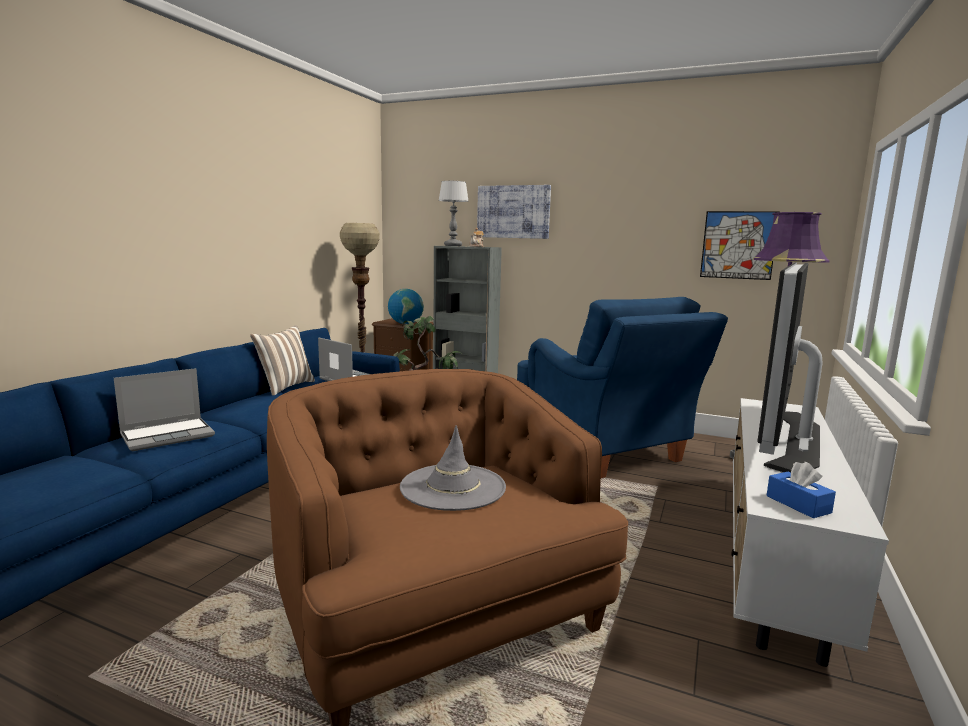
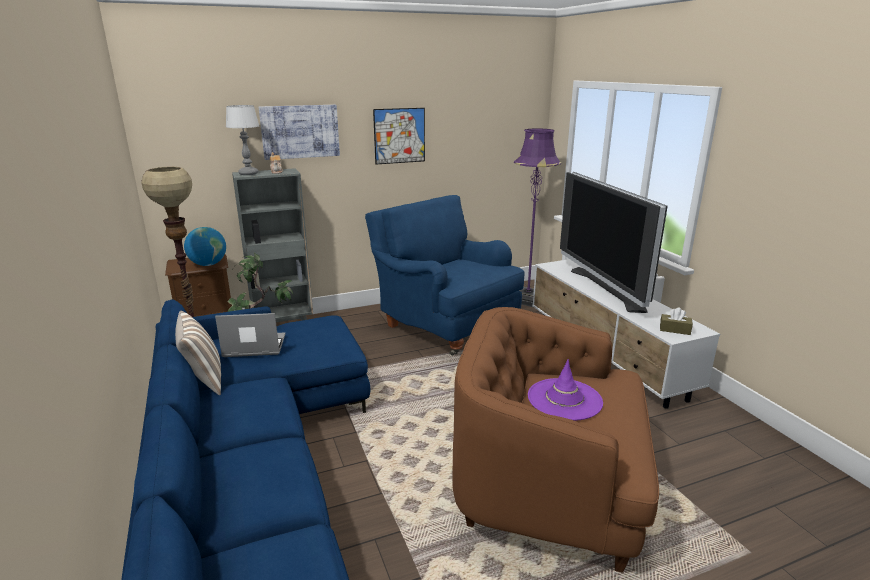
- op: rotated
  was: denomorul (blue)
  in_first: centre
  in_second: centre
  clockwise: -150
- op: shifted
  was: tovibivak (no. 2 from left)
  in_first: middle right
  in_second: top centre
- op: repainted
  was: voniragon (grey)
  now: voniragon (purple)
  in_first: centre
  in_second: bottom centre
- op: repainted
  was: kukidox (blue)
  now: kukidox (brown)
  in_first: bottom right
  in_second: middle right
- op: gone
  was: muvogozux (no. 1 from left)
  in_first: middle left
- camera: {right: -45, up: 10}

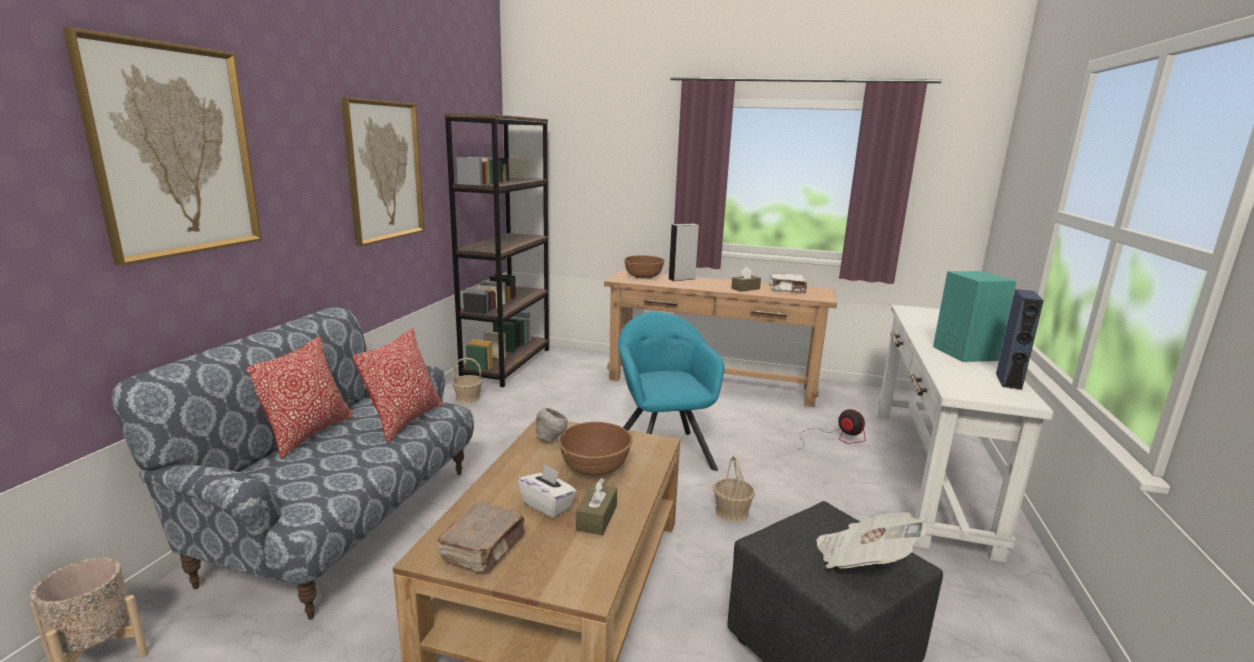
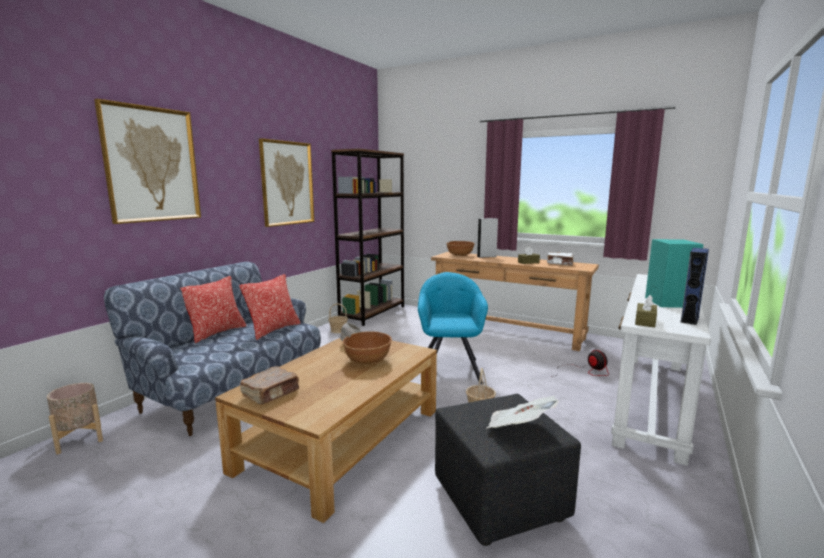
- op: shifted
  was: kukidox (brown) (no. 1 from left in the first image)
  now: kukidox (brown) (no. 2 from left)
  in_first: bottom centre
  in_second: middle right
- op: gone
  was: kukidox (white)
  in_first: bottom centre
- camera: {right: 15, up: -5}

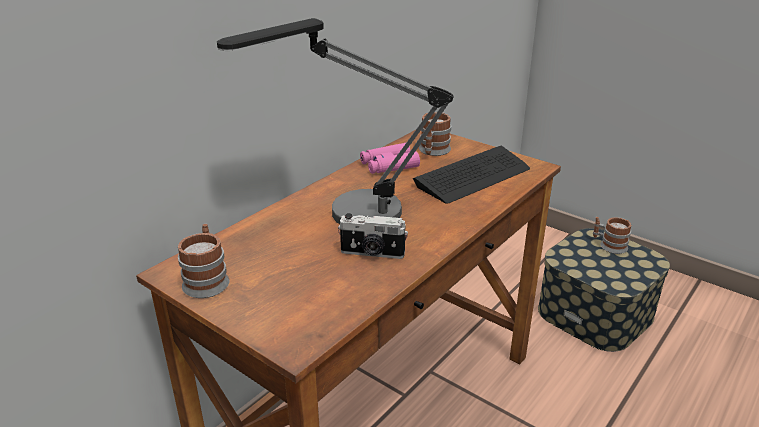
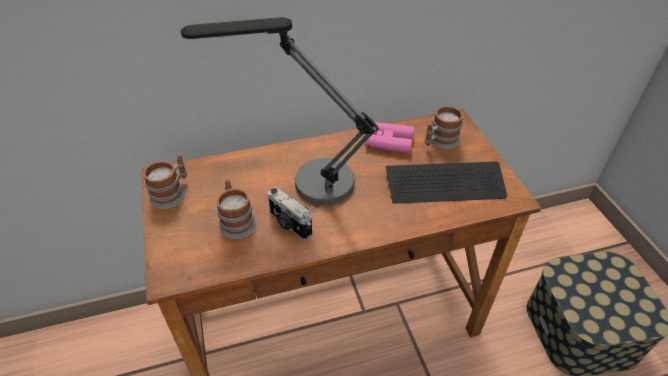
- op: shifted
  was: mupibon (no. 3 from left in the first image)
  now: mupibon (no. 2 from left)
  in_first: middle right
  in_second: centre
- camera: {right: 35, up: 15}

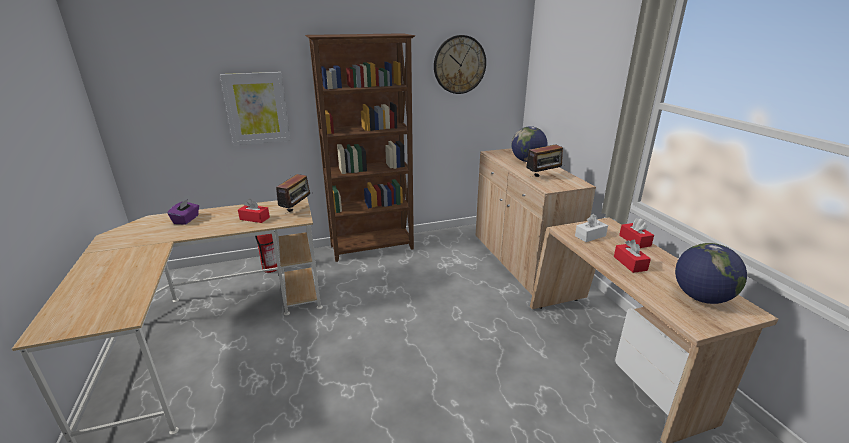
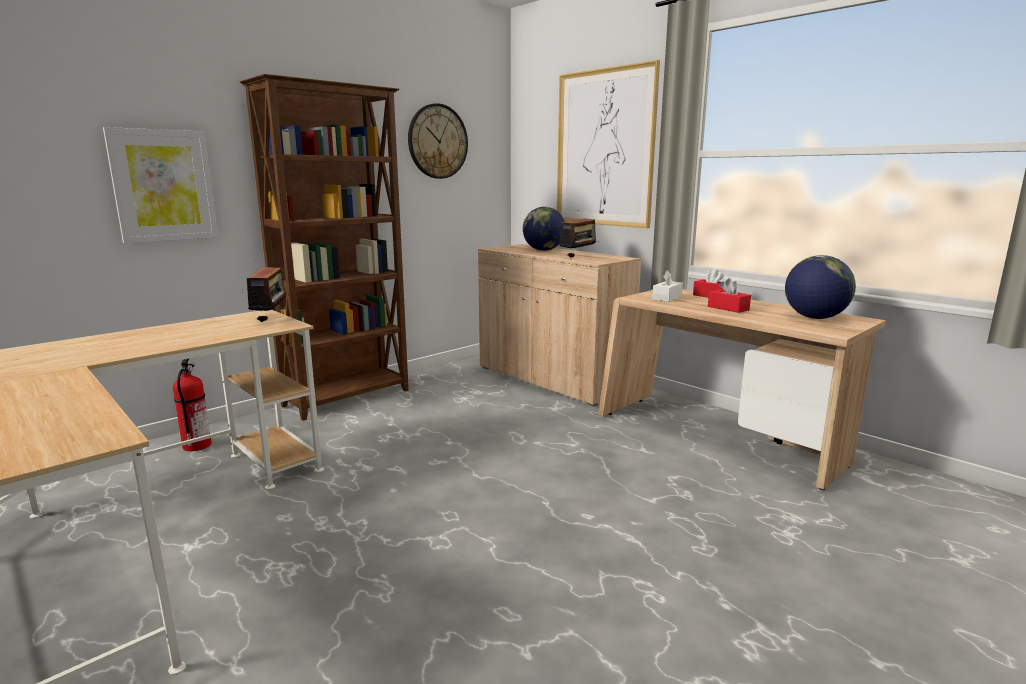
- op: new
  now: tovibivak (no. 2 from left)
  in_second: top centre
- op: gone
  was: kukidox (purple)
  in_first: middle left
- op: gone
  was: kukidox (red) (no. 1 from left)
  in_first: middle left
- camera: {right: -25, up: -10}

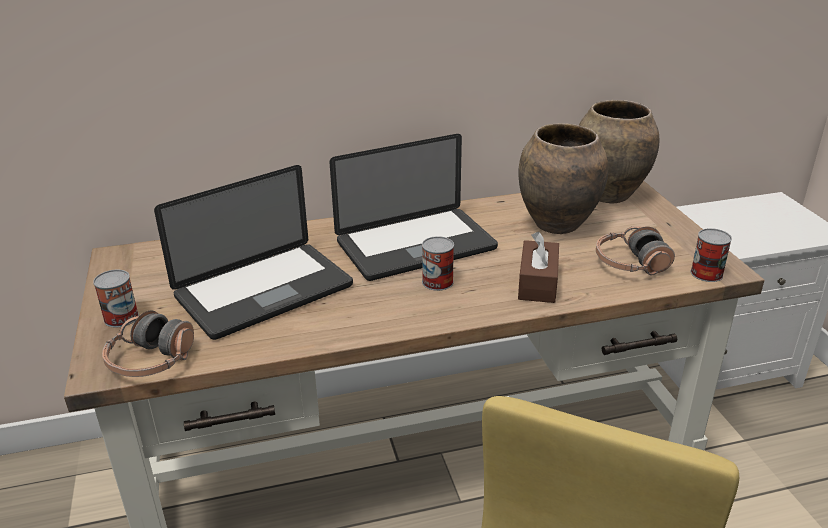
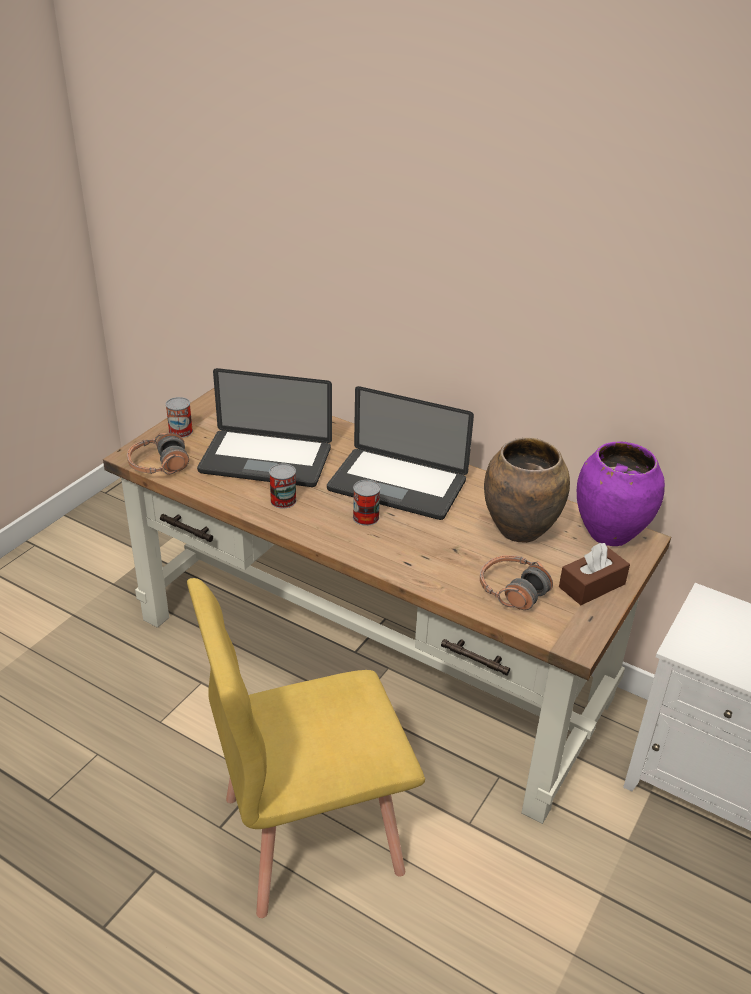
- op: shifted
  was: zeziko (no. 3 from left in the first image)
  now: zeziko (no. 2 from left)
  in_first: middle right
  in_second: centre
- op: shifted
  was: kukidox (brown)
  in_first: centre
  in_second: middle right
- op: repainted
  was: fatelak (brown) (no. 2 from left)
  now: fatelak (purple)
  in_first: top right
  in_second: middle right
- camera: {right: 45, up: 5}

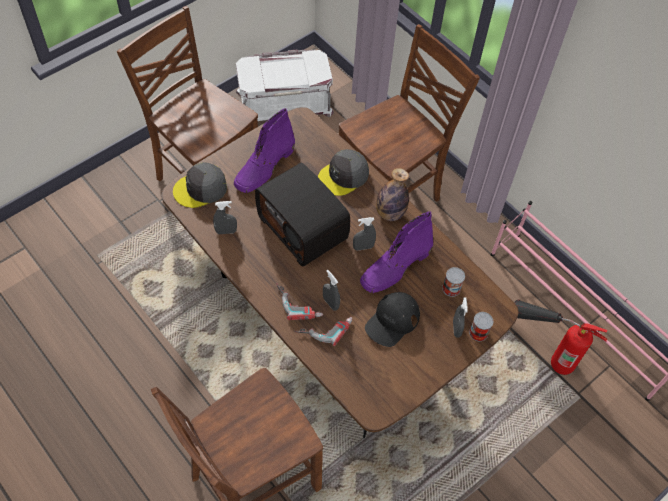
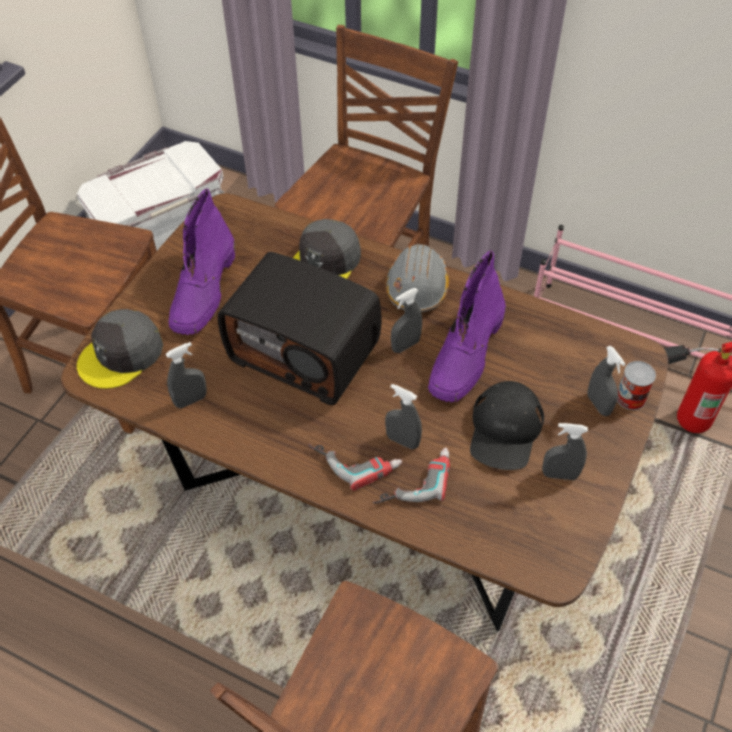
- op: swapped
  was: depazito
  now: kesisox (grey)
  in_first: centre
  in_second: centre
- op: new
  now: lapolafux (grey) (no. 4 from left)
  in_second: middle right
- op: gone
  was: zeziko (no. 1 from left)
  in_first: middle right
- camera: {right: -20, up: -5}

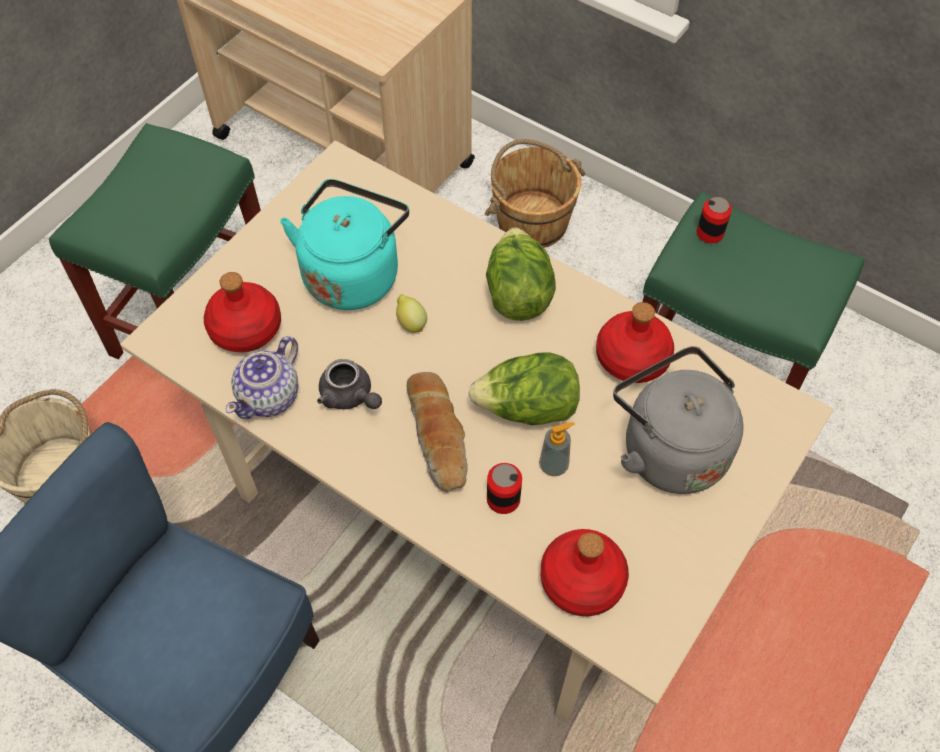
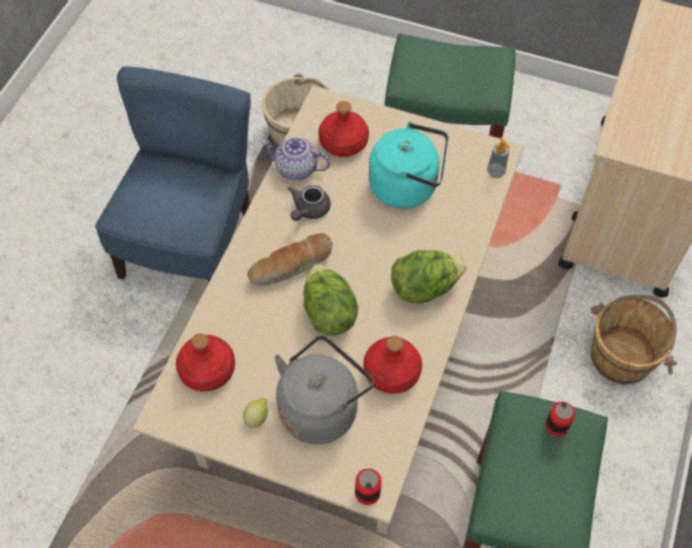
- op: shifted
  was: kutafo
  in_first: centre
  in_second: bottom centre
- op: shifted
  was: zeziko (no. 1 from left)
  in_first: centre
  in_second: bottom centre
- op: shifted
  was: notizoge
  in_first: centre
  in_second: top right
- camera: {right: 75, up: 0}

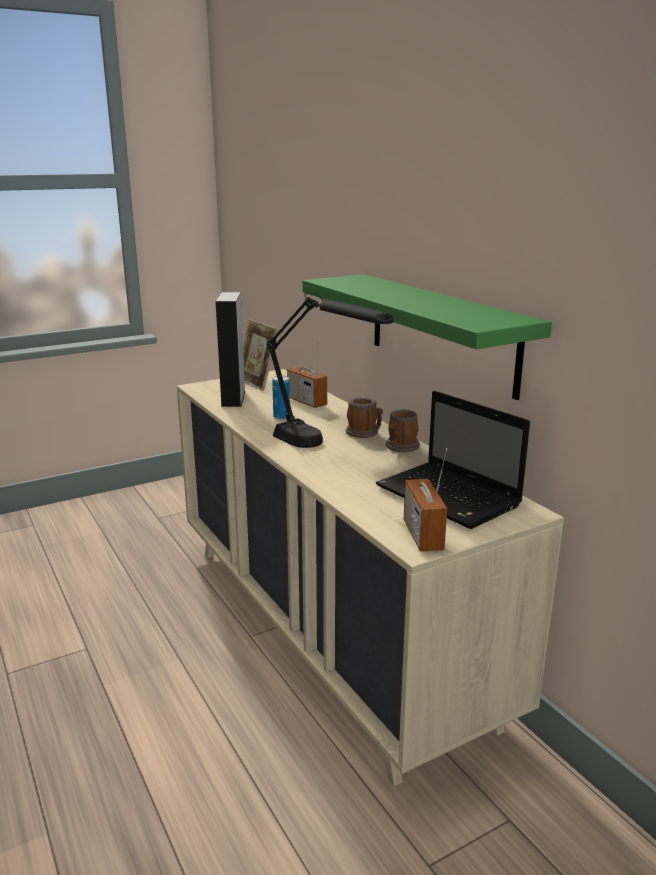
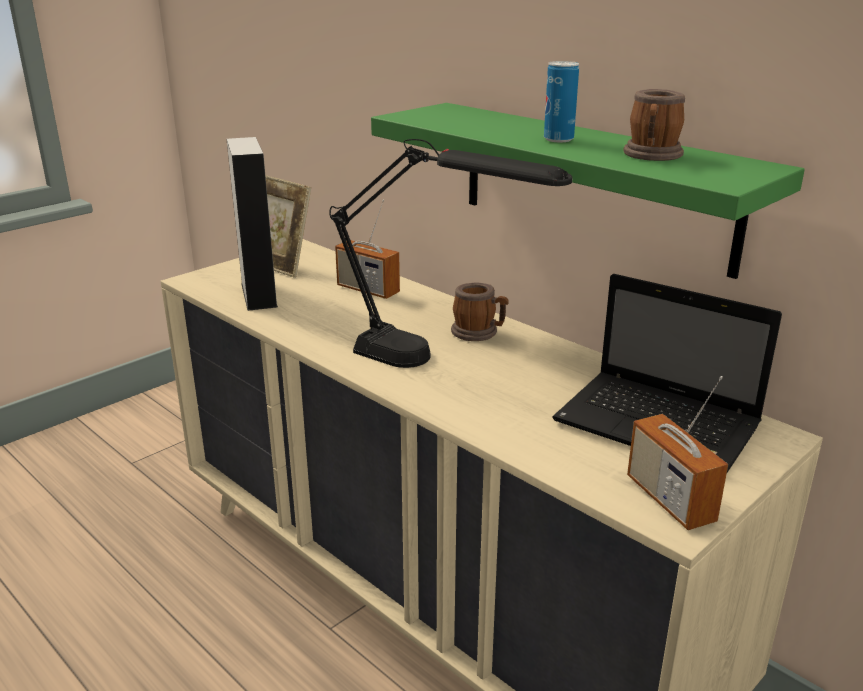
- op: shifted
  was: zeziko
  in_first: centre
  in_second: top centre
- op: shifted
  was: mupibon (no. 2 from left)
  in_first: centre
  in_second: top right
- camera: {right: -15, up: 5}

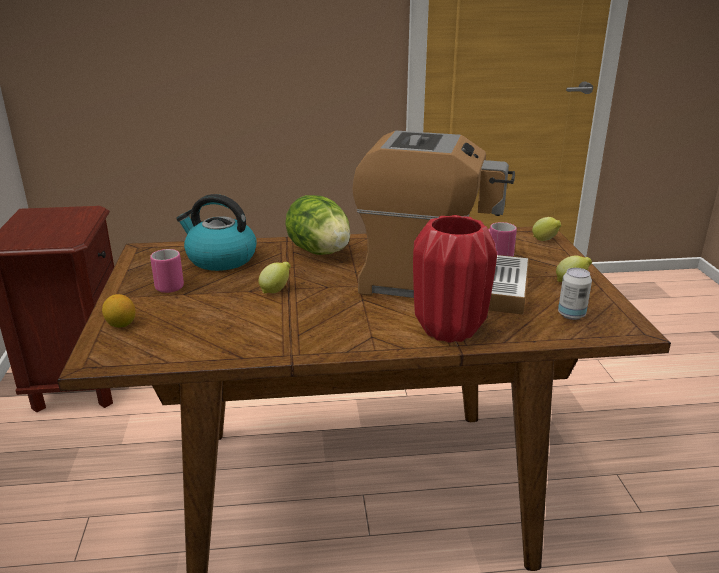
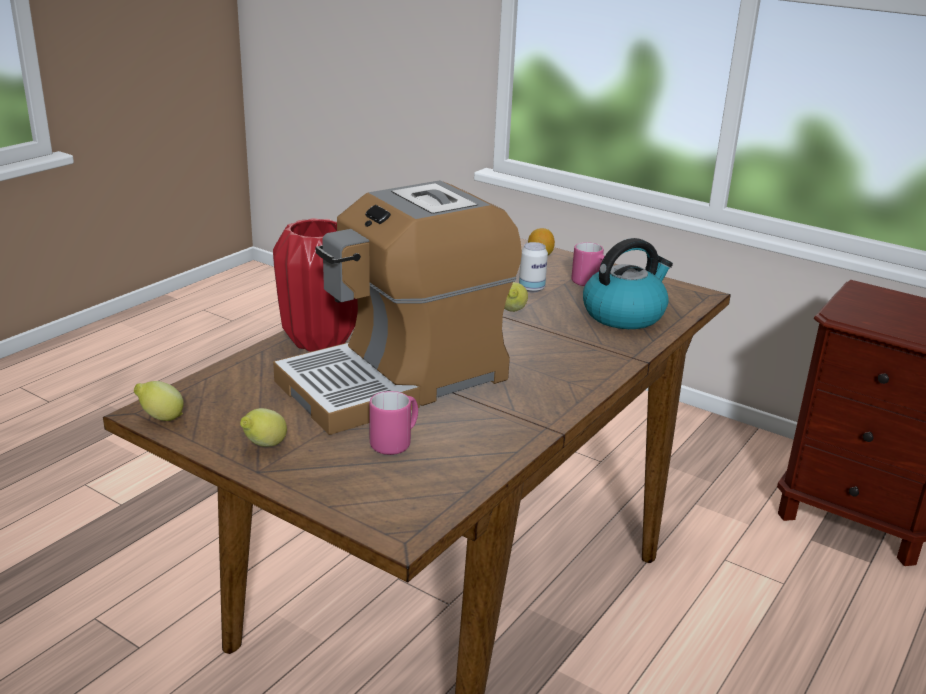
- op: shifted
  was: kutafo (no. 3 from left in the first image)
  now: kutafo (no. 1 from left)
  in_first: middle right
  in_second: middle left
- op: shifted
  was: zeziko
  in_first: middle right
  in_second: centre
- op: gone
  was: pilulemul
  in_first: centre
- camera: {right: 130, up: 0}

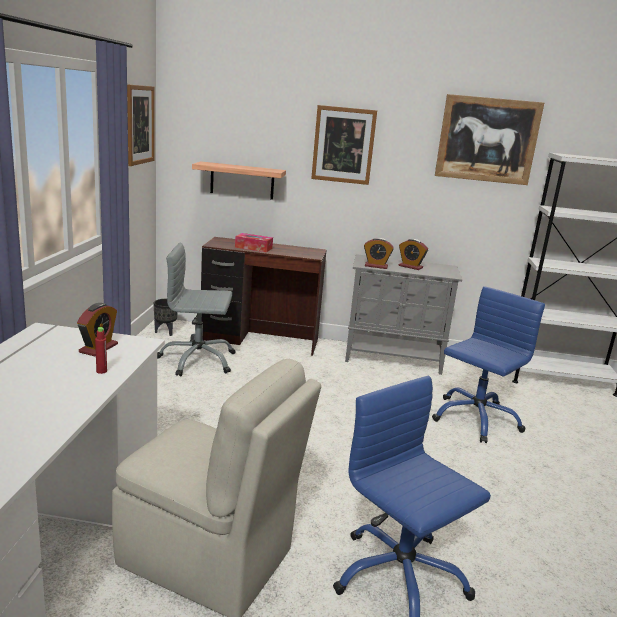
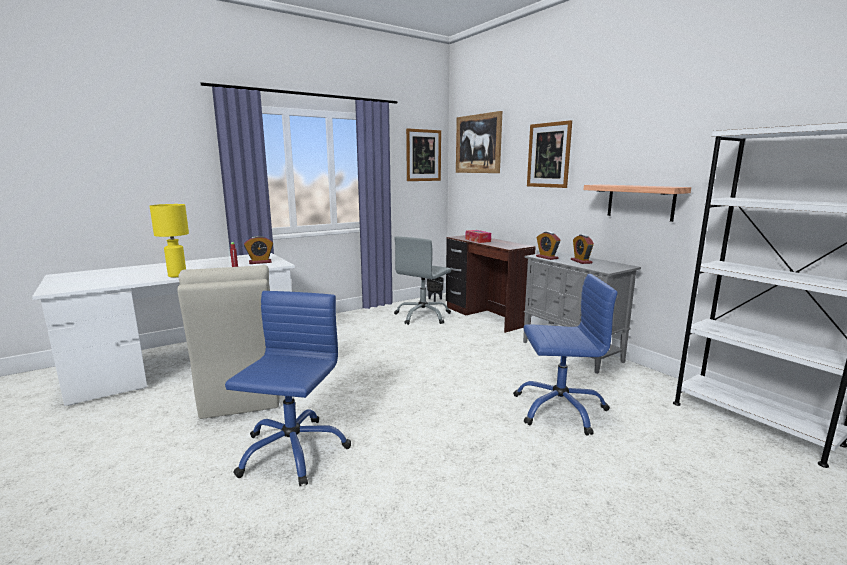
- op: new
  now: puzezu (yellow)
  in_second: middle left
- op: rotated
  was: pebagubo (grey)
  in_first: middle left
  in_second: centre
  clockwise: -105
- op: shifted
  was: tovibivak (no. 3 from left in the first image)
  now: tovibivak (no. 2 from left)
  in_first: top right
  in_second: top centre
- op: shifted
  was: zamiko
  in_first: top centre
  in_second: middle right
- camera: {right: 50, up: -5}

